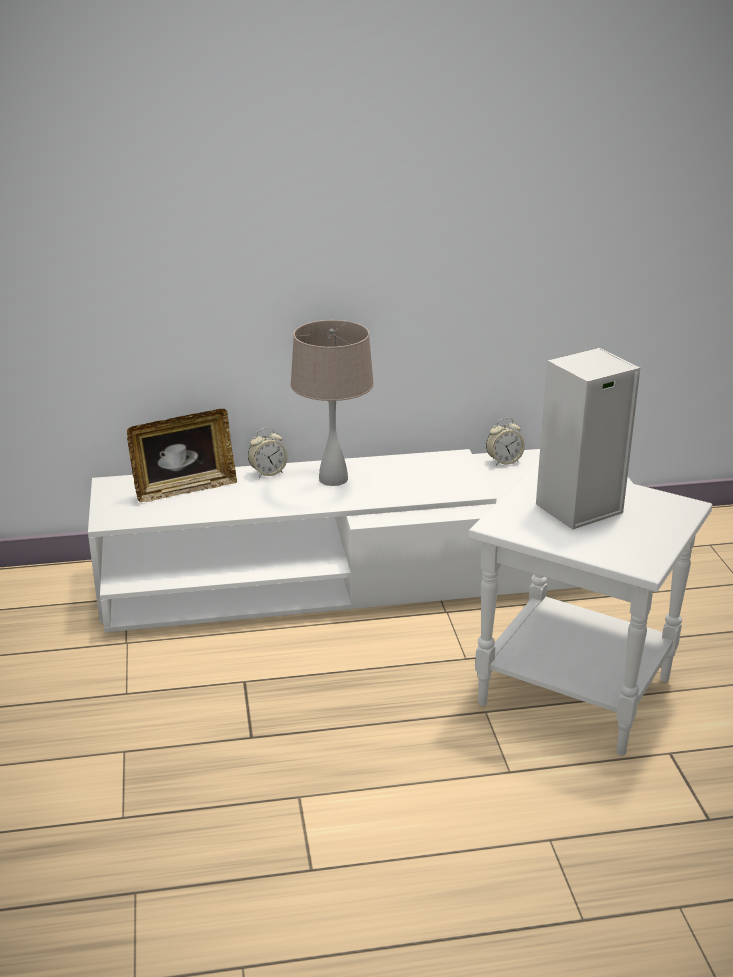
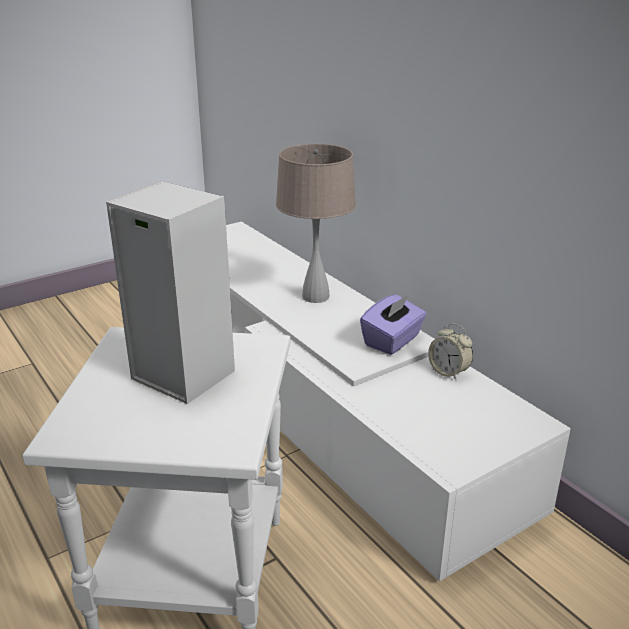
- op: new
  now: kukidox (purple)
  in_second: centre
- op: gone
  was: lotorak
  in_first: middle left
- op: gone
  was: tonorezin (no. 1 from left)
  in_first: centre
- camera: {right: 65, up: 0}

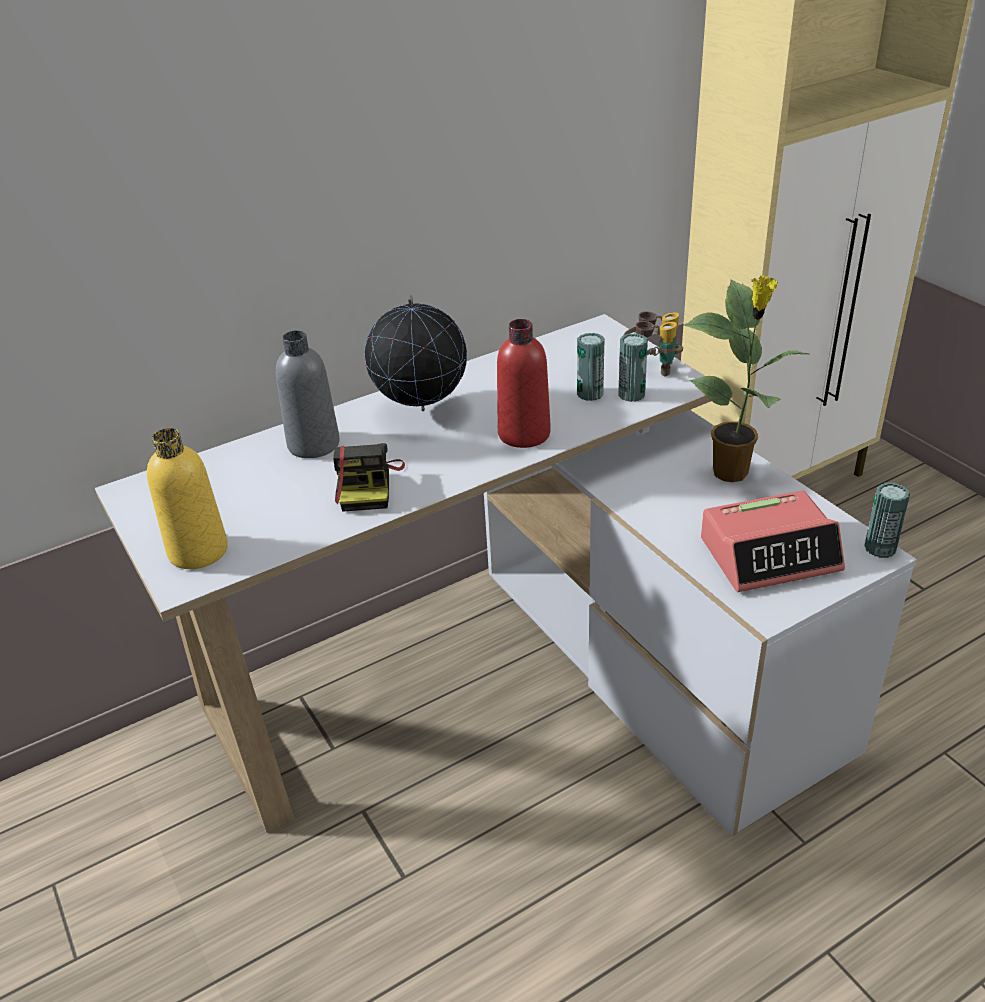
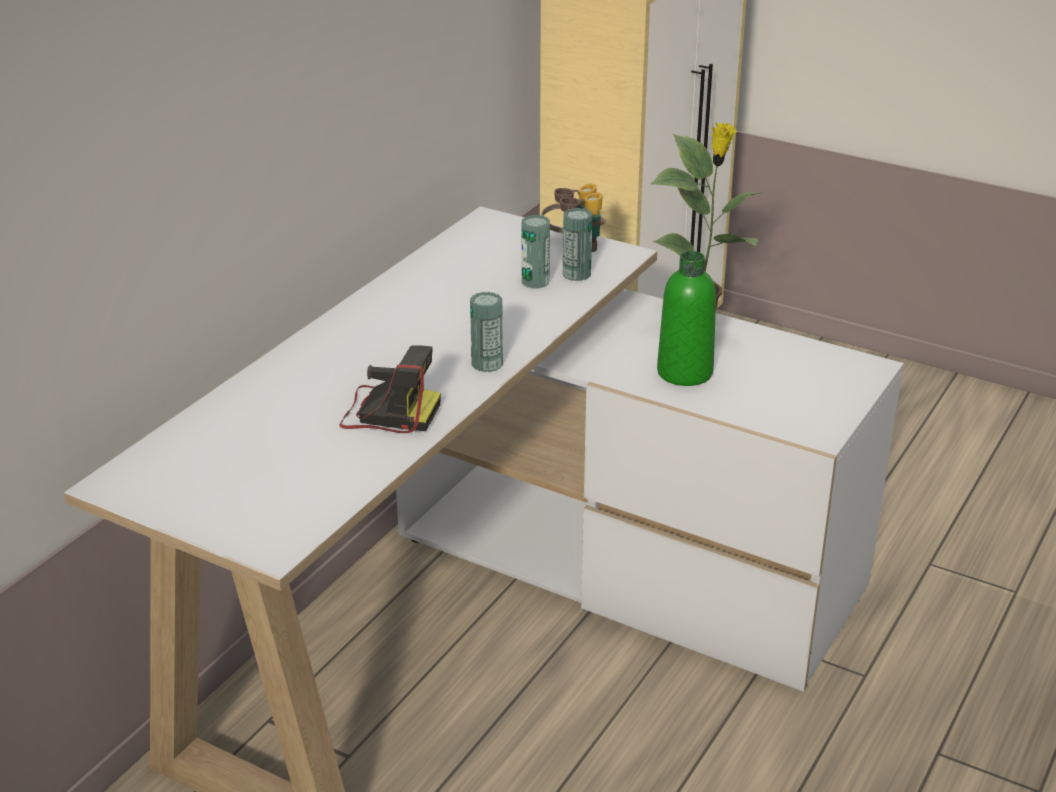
- op: rotated
  was: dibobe
  in_first: centre
  in_second: centre
  clockwise: -45
- op: shifted
  was: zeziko (no. 3 from left in the first image)
  now: zeziko (no. 1 from left)
  in_first: middle right
  in_second: centre
- op: new
  now: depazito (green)
  in_second: centre
- op: gone
  was: depazito (yellow)
  in_first: middle left
- op: gone
  was: depazito (grey)
  in_first: middle left
- op: gone
  was: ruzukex
  in_first: centre
- op: gone
  was: depazito (red)
  in_first: centre
- op: gone
  was: tonorezin
  in_first: middle right
- camera: {right: -30, up: -5}

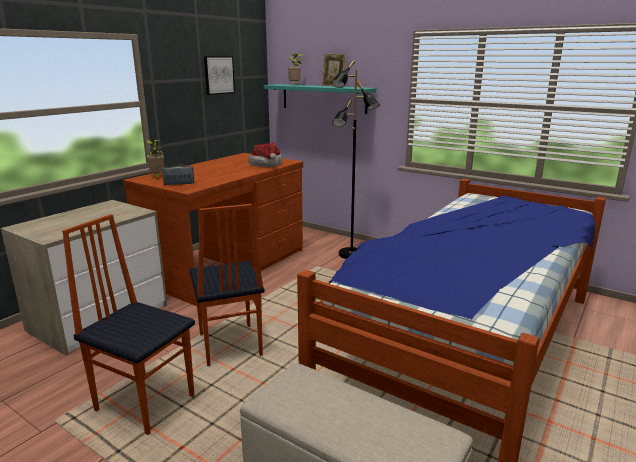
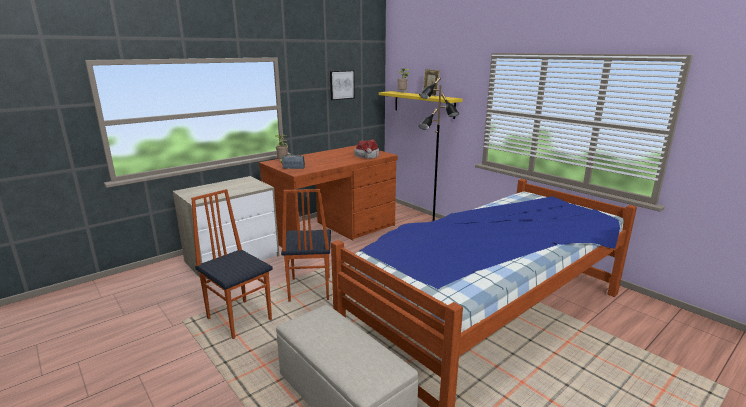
- op: repainted
  was: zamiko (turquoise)
  now: zamiko (yellow)
  in_first: top centre
  in_second: top centre
- camera: {right: 15, up: 0}

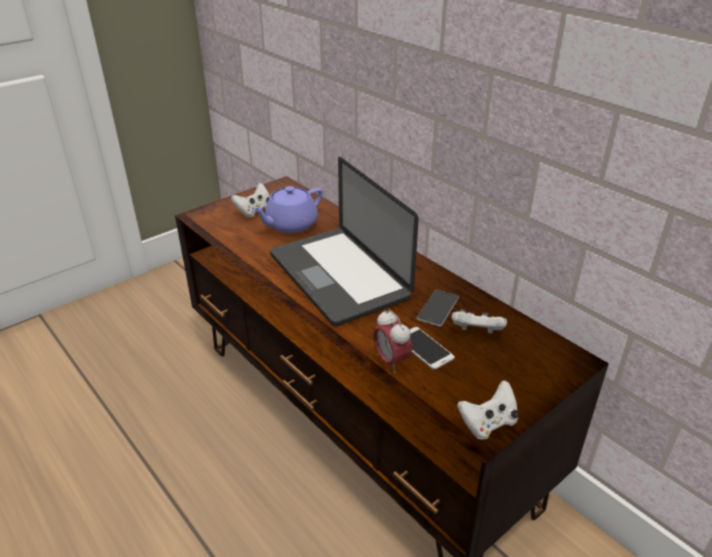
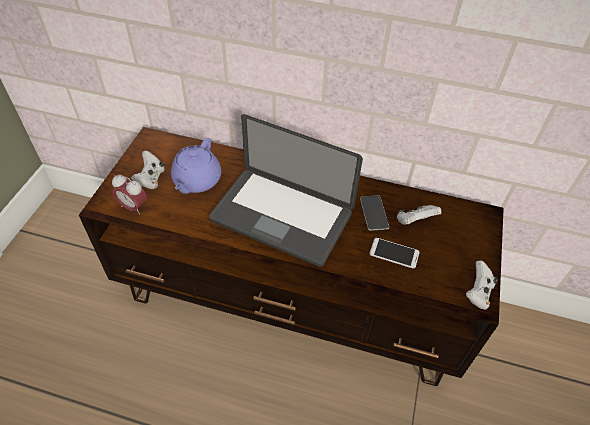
- op: shifted
  was: tonorezin
  in_first: centre
  in_second: middle left
- camera: {right: -35, up: 15}

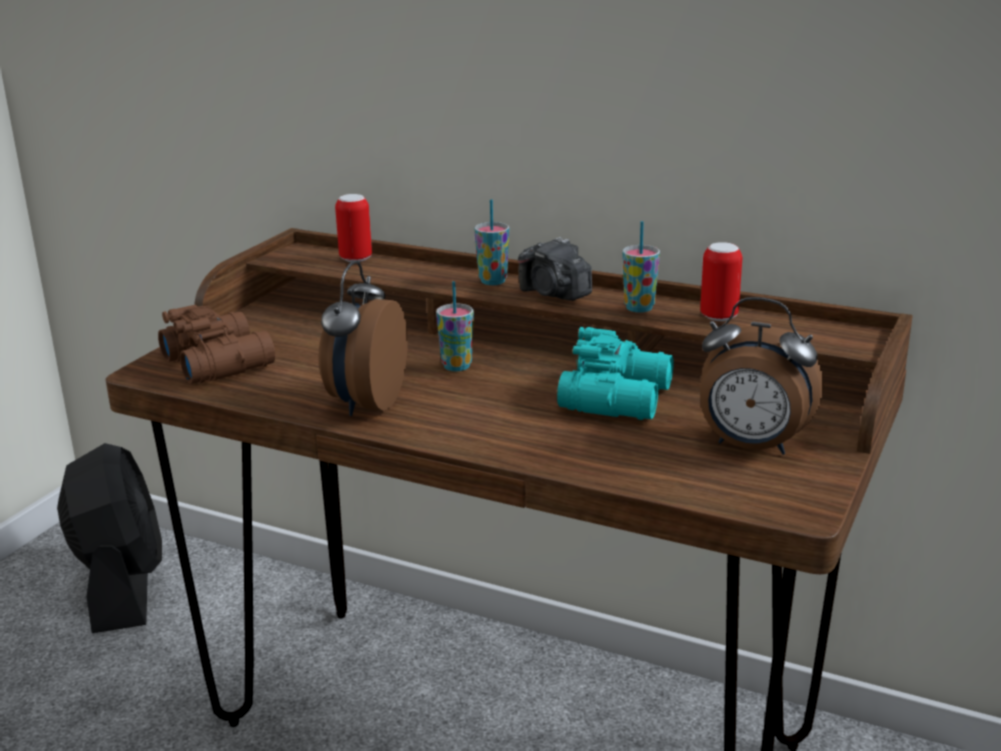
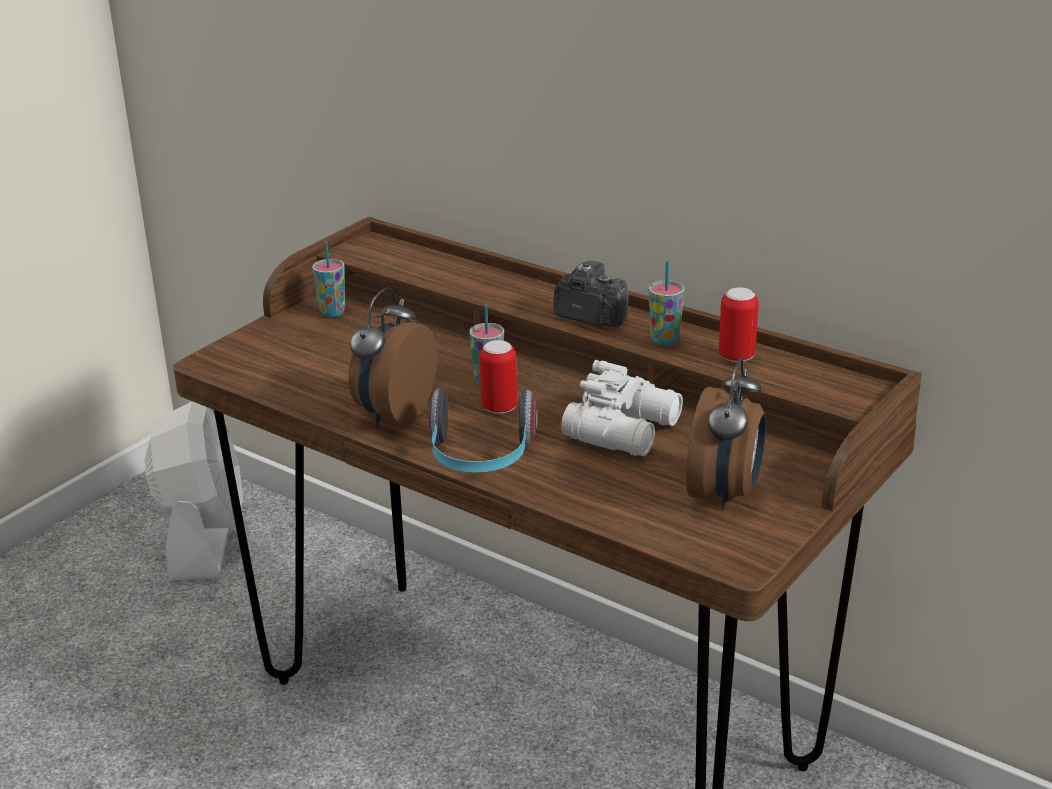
- op: repainted
  was: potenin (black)
  now: potenin (white)
  in_first: bottom left
  in_second: middle left
- op: shifted
  was: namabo (no. 2 from left in the first image)
  now: namabo (no. 1 from left)
  in_first: top centre
  in_second: middle left
- op: new
  now: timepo
  in_second: centre
- op: shifted
  was: zeziko (no. 1 from left)
  in_first: top centre
  in_second: centre
- op: rotated
  was: dibobe
  in_first: centre
  in_second: centre
  clockwise: 150
- op: repainted
  was: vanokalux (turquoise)
  now: vanokalux (white)
  in_first: centre
  in_second: centre
- op: rotated
  was: tonorezin (no. 2 from left)
  in_first: middle right
  in_second: middle right
  clockwise: -105
- op: gone
  was: vanokalux (brown)
  in_first: middle left
- camera: {right: 10, up: 5}

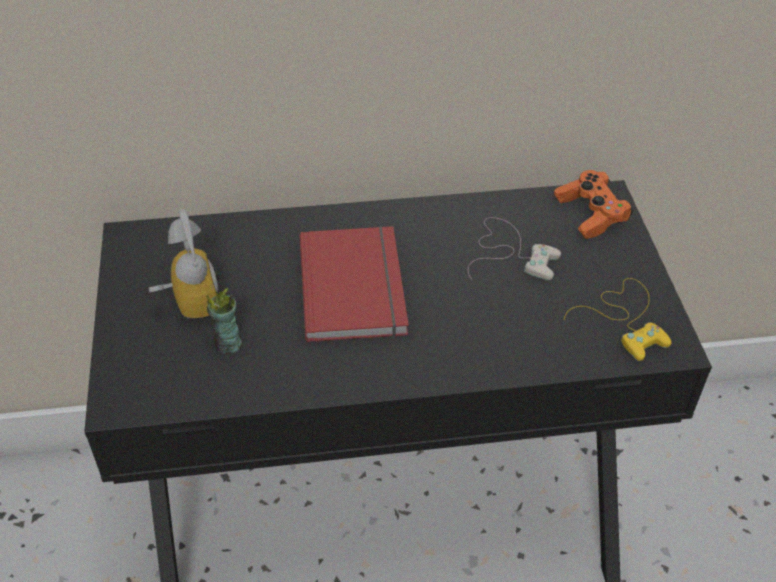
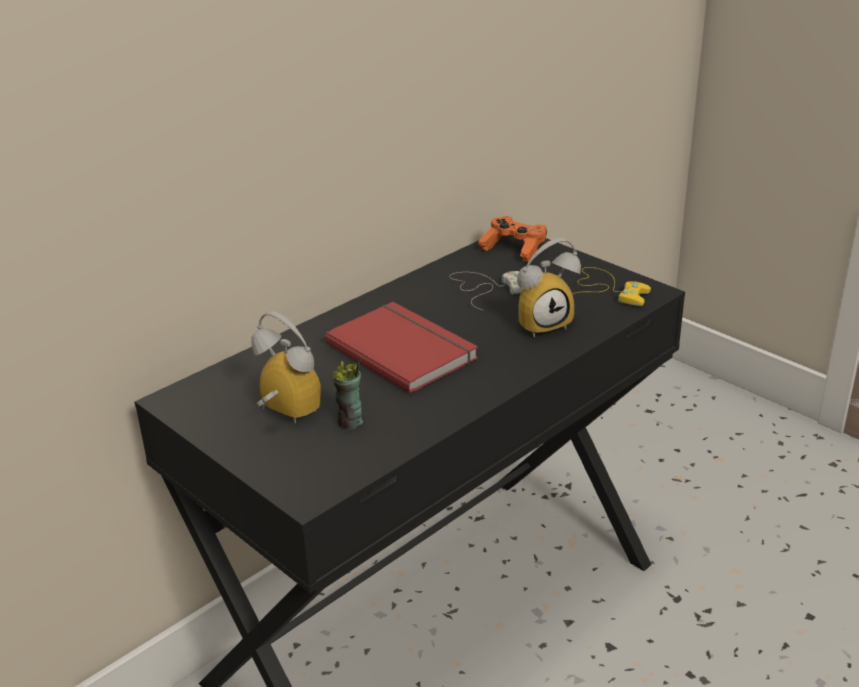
- op: new
  now: tonorezin (no. 2 from left)
  in_second: centre
- camera: {right: -35, up: -15}

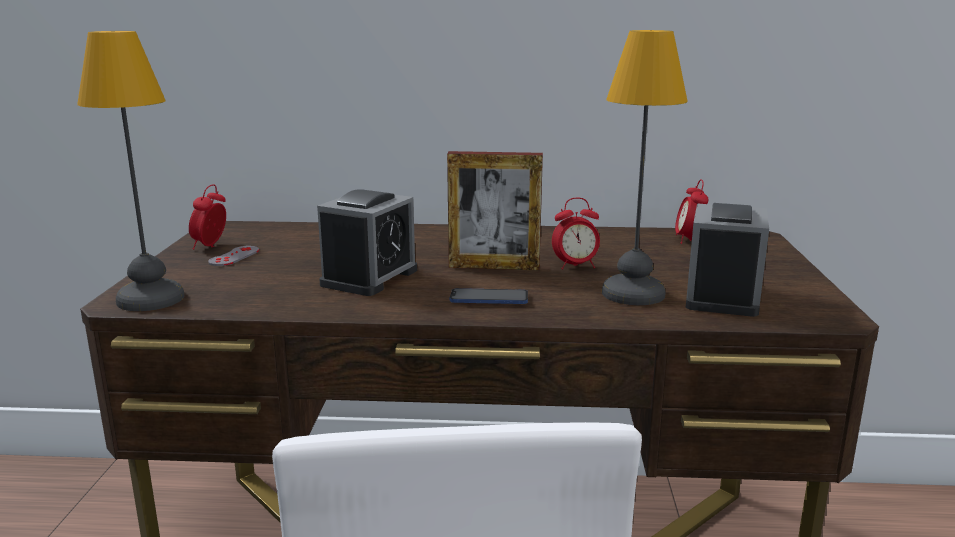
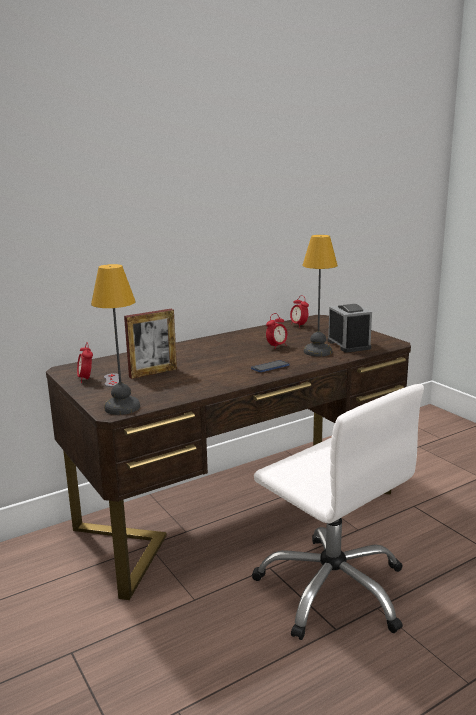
- op: shifted
  was: lotorak
  in_first: centre
  in_second: middle left
- op: gone
  was: tonorezin (no. 2 from left)
  in_first: centre
- camera: {right: -35, up: 0}

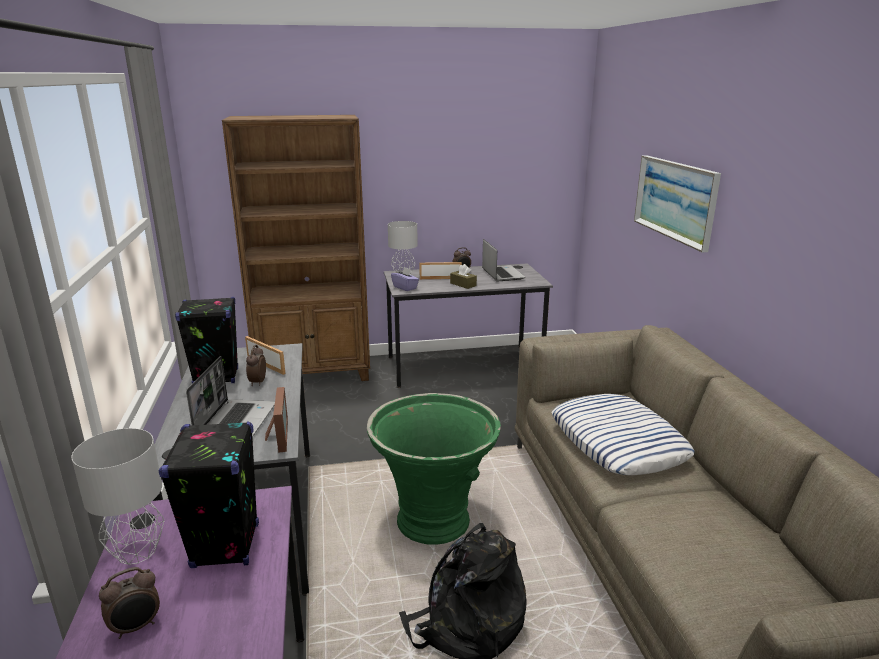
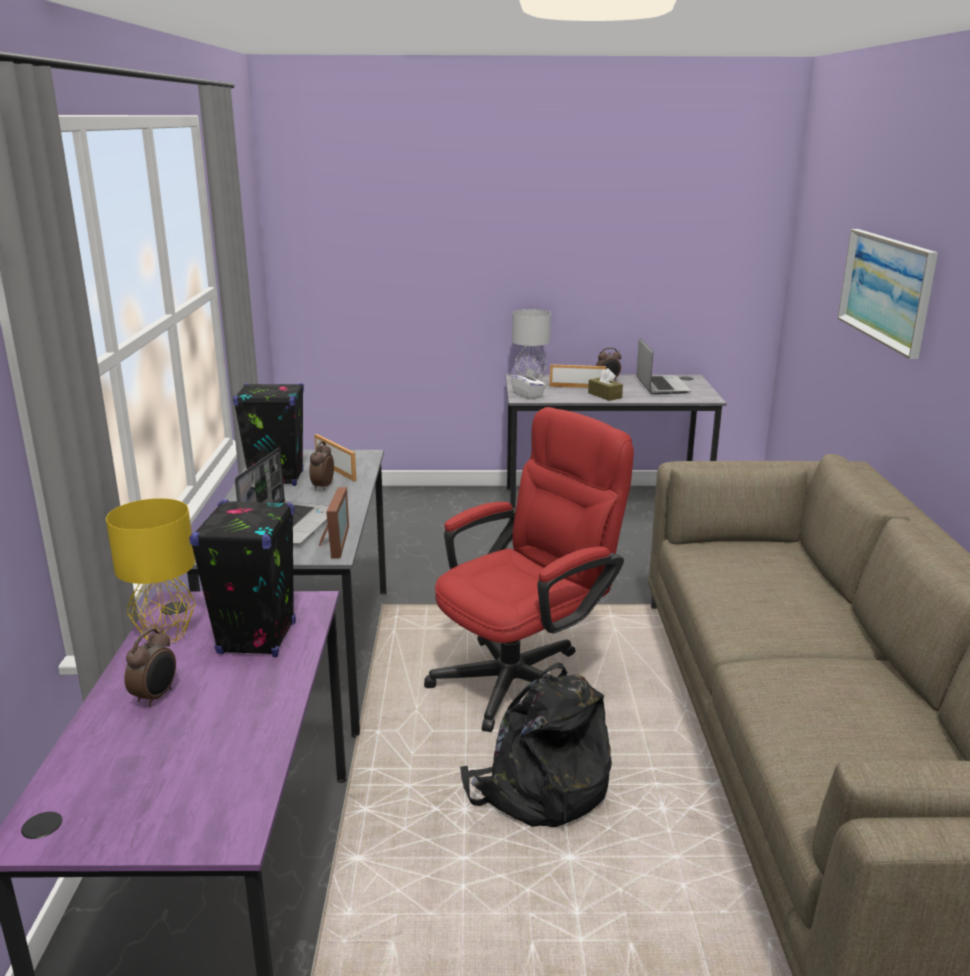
- op: repainted
  was: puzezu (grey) (no. 1 from left)
  now: puzezu (yellow)
  in_first: bottom left
  in_second: middle left
- op: rotated
  was: tonorezin (no. 1 from left)
  in_first: bottom left
  in_second: bottom left
  clockwise: -45
- op: swapped
  was: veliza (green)
  now: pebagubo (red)
  in_first: bottom centre
  in_second: centre
- op: repainted
  was: kukidox (purple)
  now: kukidox (white)
  in_first: centre
  in_second: centre
- op: gone
  was: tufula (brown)
  in_first: centre
- op: gone
  was: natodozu
  in_first: middle right
- camera: {right: 10, up: 0}

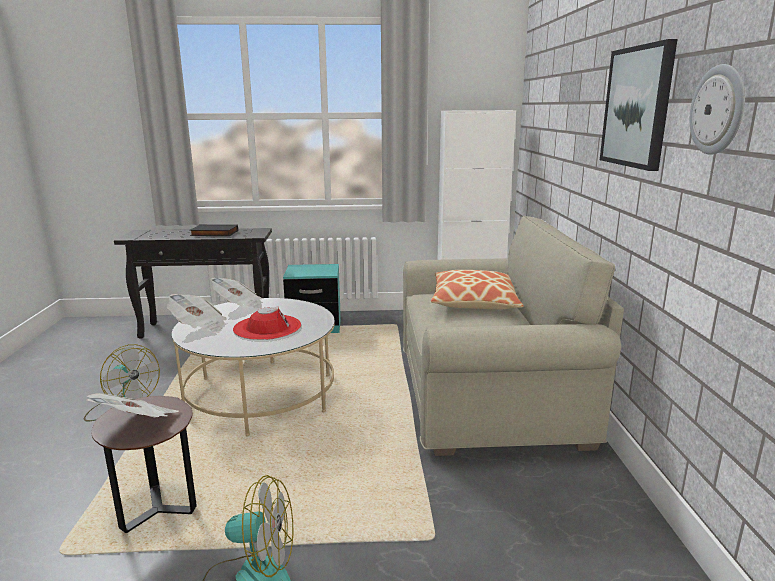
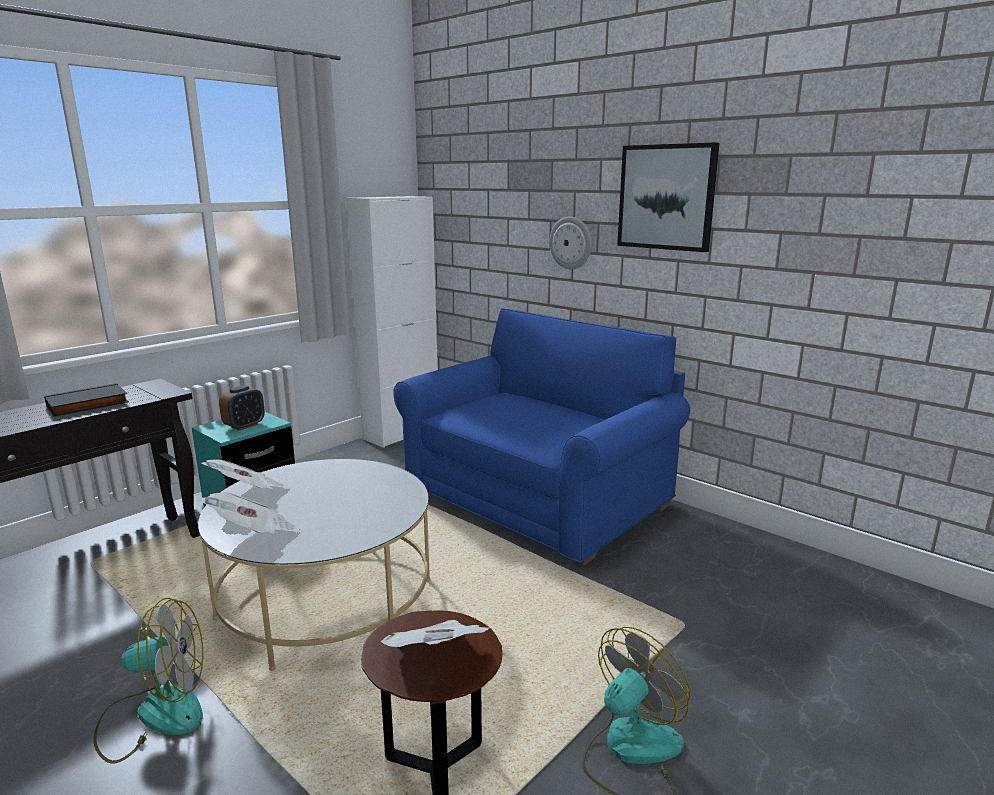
- op: new
  now: tonorezin
  in_second: middle left
- op: repainted
  was: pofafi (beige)
  now: pofafi (blue)
  in_first: centre
  in_second: centre
- op: shifted
  was: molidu
  in_first: top right
  in_second: top centre
- op: gone
  was: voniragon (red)
  in_first: centre
- op: gone
  was: natodozu
  in_first: centre
- camera: {right: -45, up: 0}

